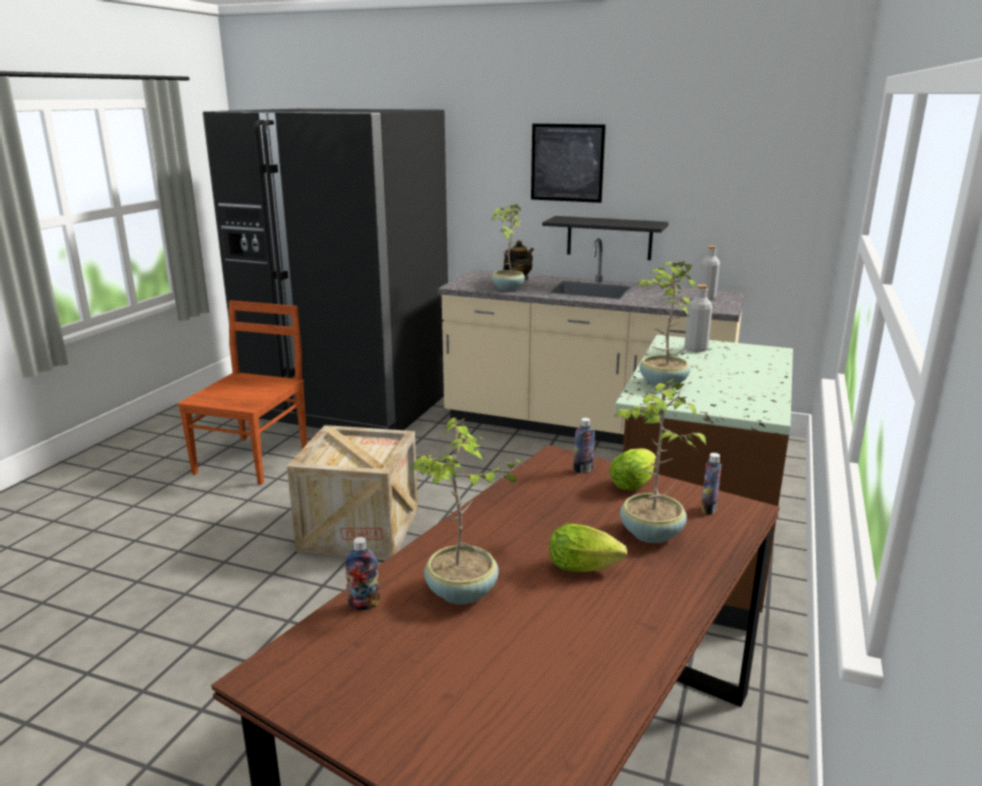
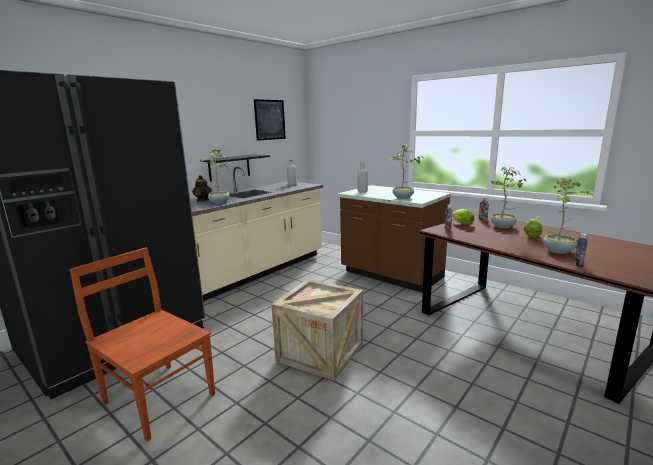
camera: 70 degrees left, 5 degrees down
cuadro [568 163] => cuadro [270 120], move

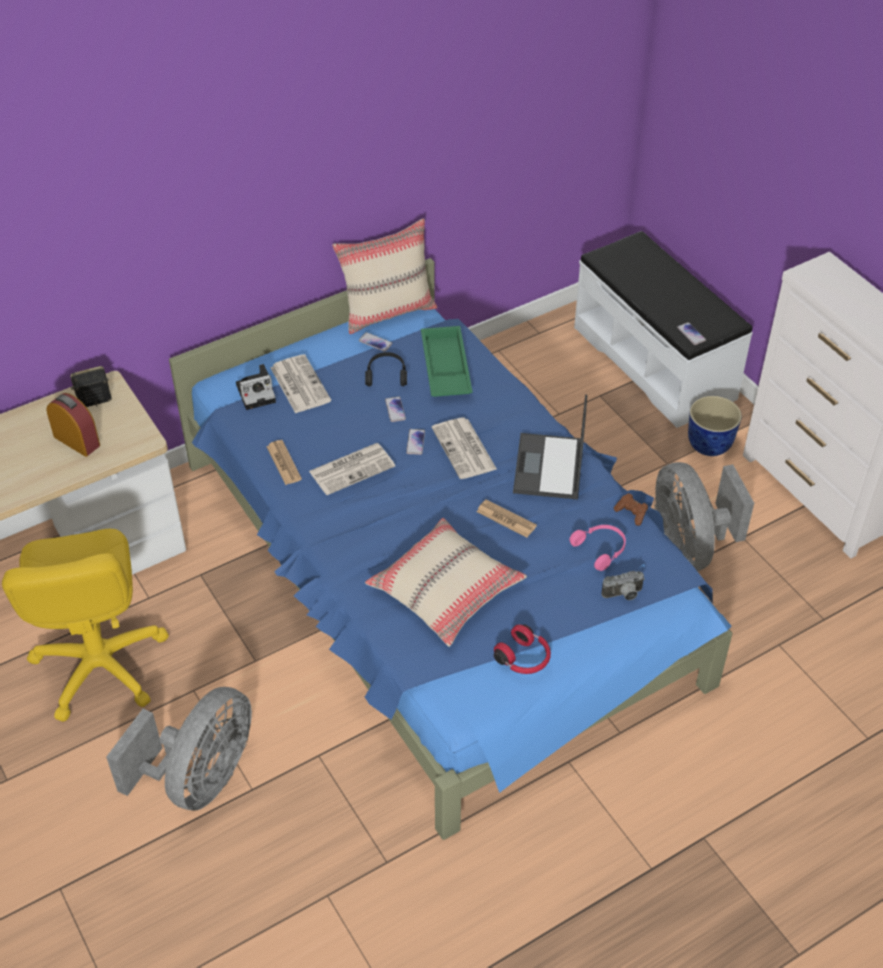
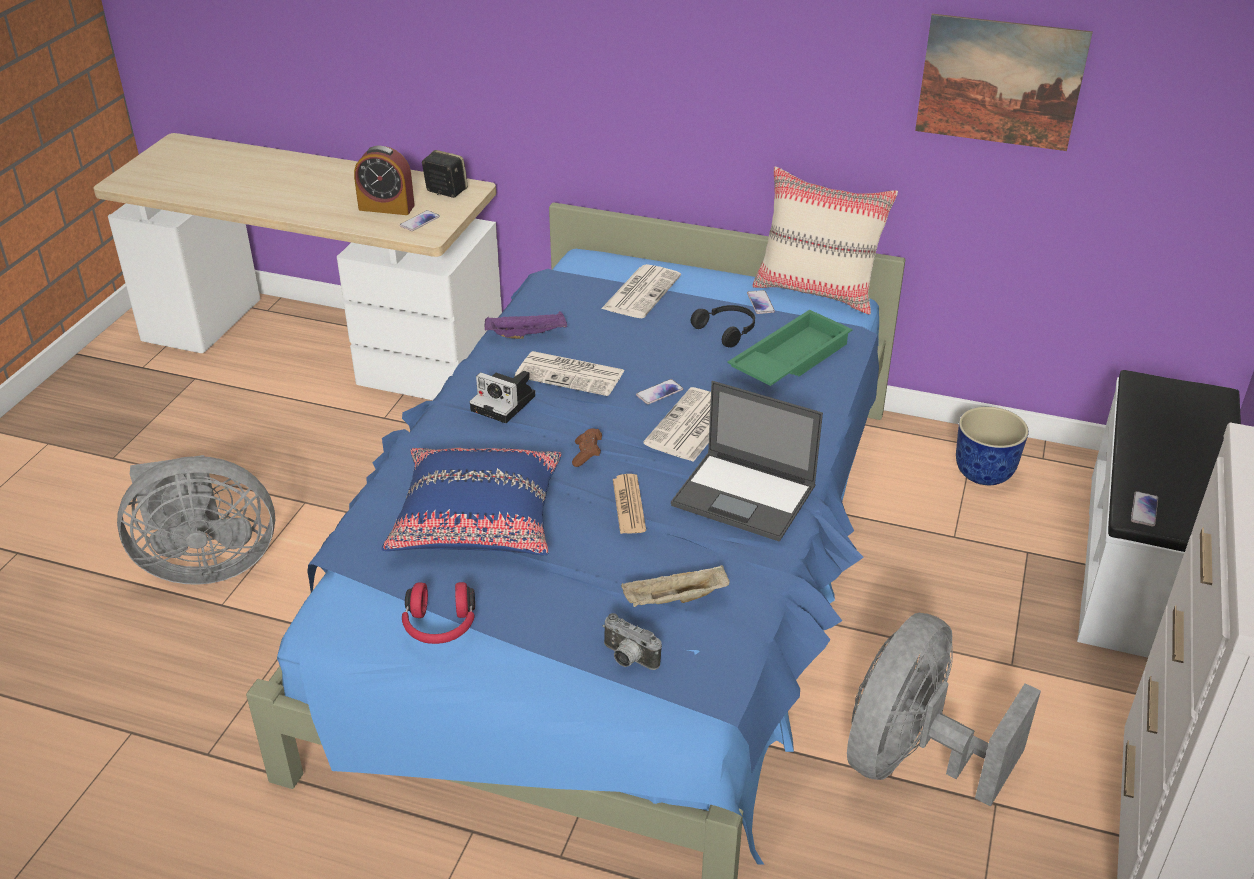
camera: 50 degrees right, 10 degrees down
silla de oficina (amarillo) [85 625] => nothing
nothing => cuadro [1004 82]
cámara [256 387] => cámara [502 397], move
móvil [395 409] => móvil [420 220], move
mando de consola (marrón) [631 509] => mando de consola (marrón) [587 447], move
maceta [715 426] => maceta [992 446], move
periódico [284 462] => bandeja (morado) [525 325]
auriculares (rosa) [597 548] => bandeja (beis) [675 586]
cojín (beis) [446 582] => cojín (azul) [471 501]
despertador [73 425] => despertador [384 180], 105 degrees clockwise
portátil [550 447] => portátil [747 461], 120 degrees counterclockwise

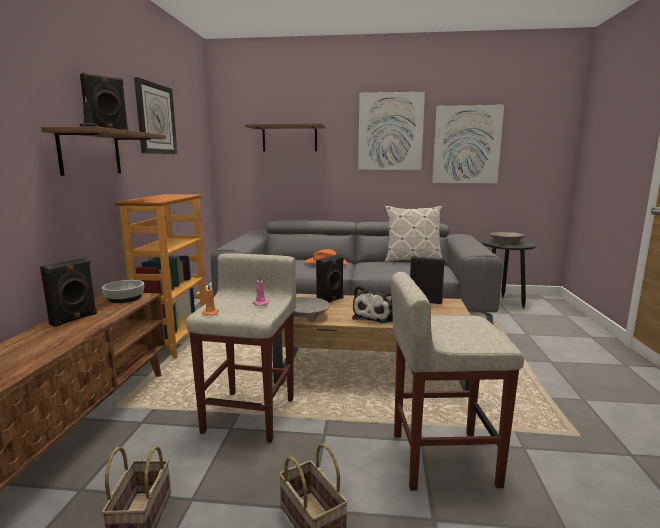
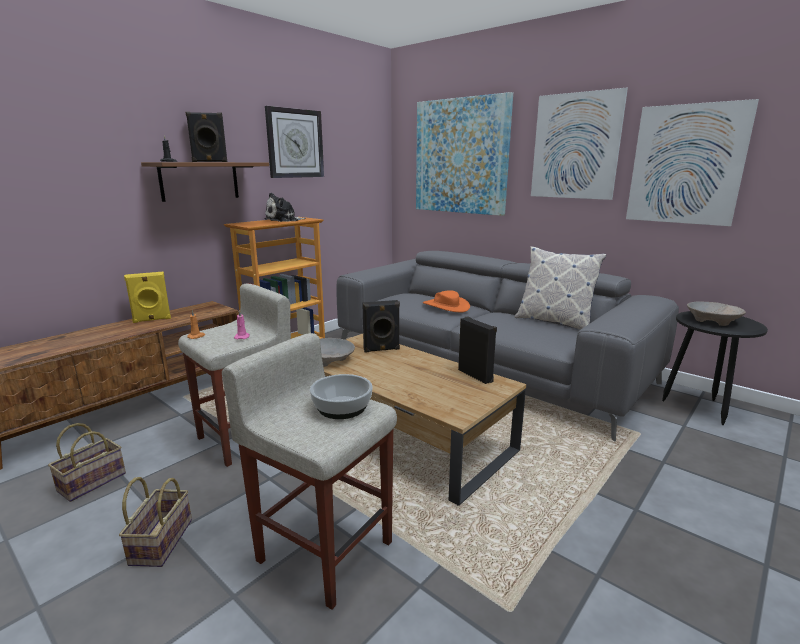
camera: 35 degrees right, 5 degrees up
cuenco [123 291] => cuenco [341 396], move
peluche [372 304] => peluche [285 207], move
estante (marrón) [285 137] => cuadro [464 154]
altavoz (negro) [68 292] => altavoz (amarillo) [147 297]

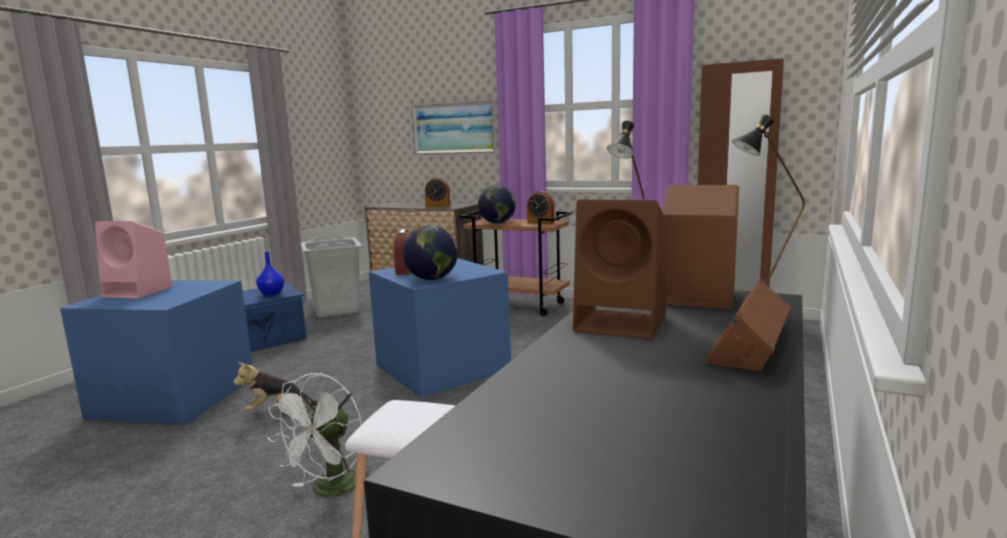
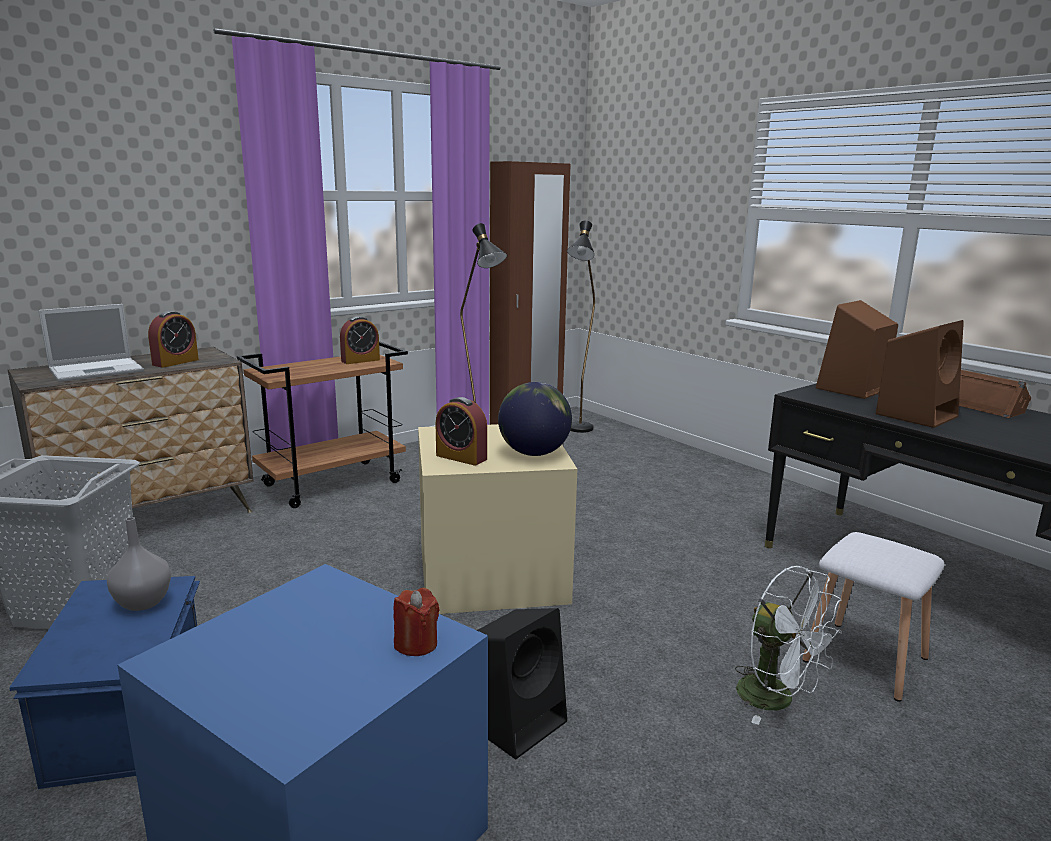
camera: 65 degrees left, 5 degrees up
altavoz (rosa) [133 260] => nothing
cuadro [454 127] => nothing
globo terráqueo [497 204] => nothing
nothing => portátil [91 343]
nothing => vela (rojo) [416 622]
peluche [275 387] => altavoz (negro) [522 683]
florero (azul) [270 274] => florero (gris) [139 564]
caja de almacenaje (azul) [440 328] => caja de almacenaje (beis) [497 519]

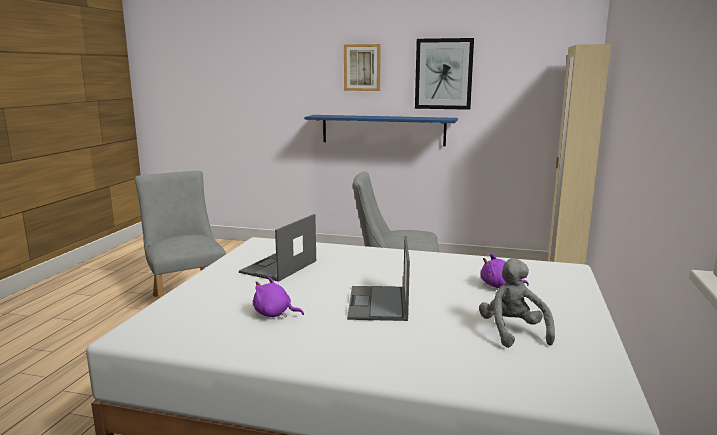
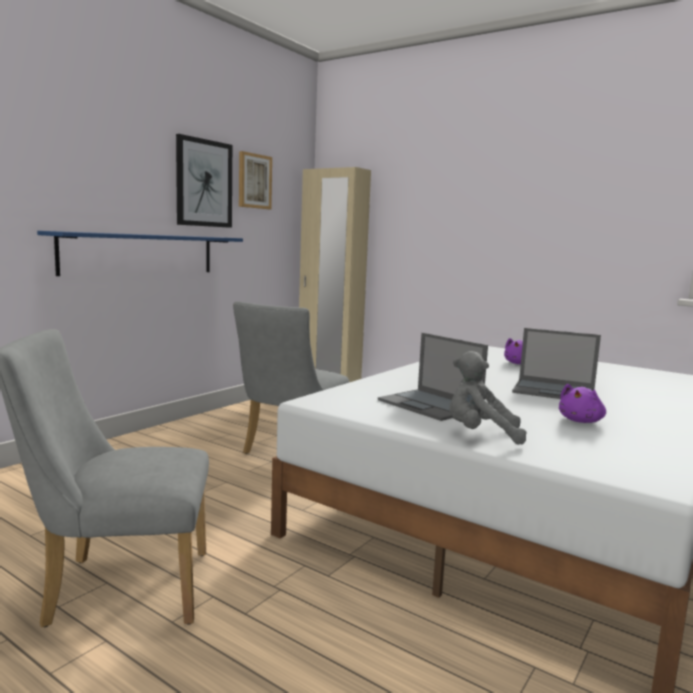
camera: 70 degrees left, 5 degrees down
cuadro [362 67] => cuadro [255 180], move
peluche (gris) [517 303] => peluche (gris) [488 397], move

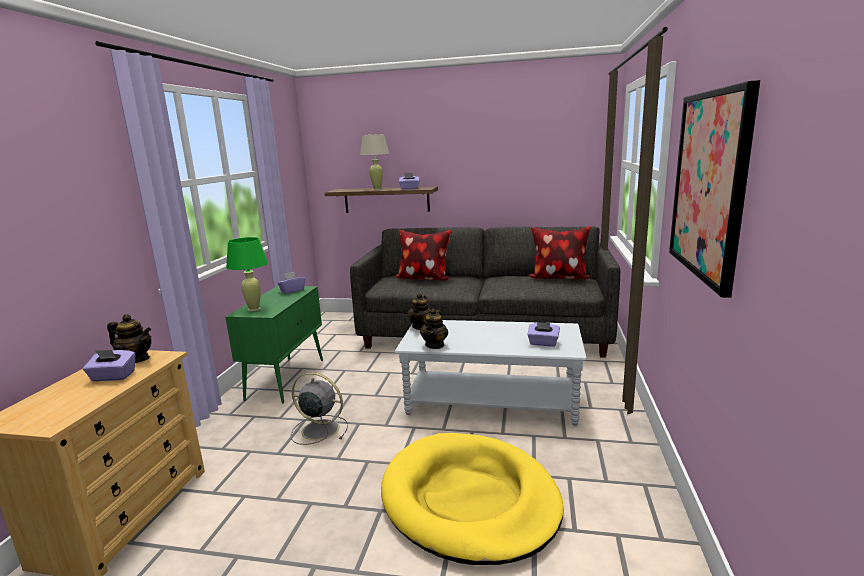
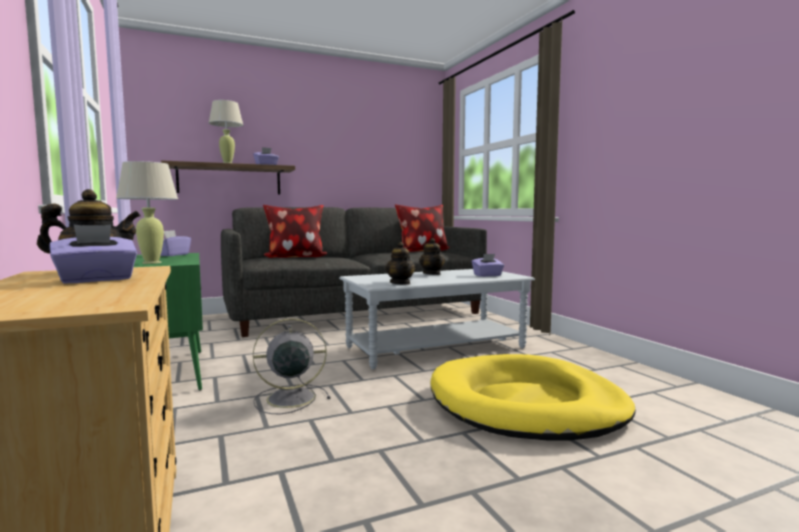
camera: 35 degrees left, 10 degrees down
cuadro [714 188] => nothing
tetera [419 311] => tetera [432 256], move
lámpara de mesa (verde) [247 274] => lámpara de mesa (beis) [147 212]

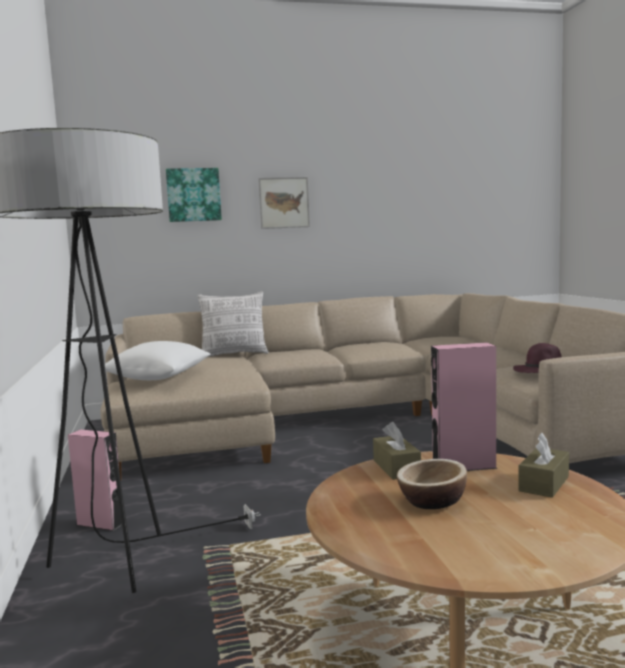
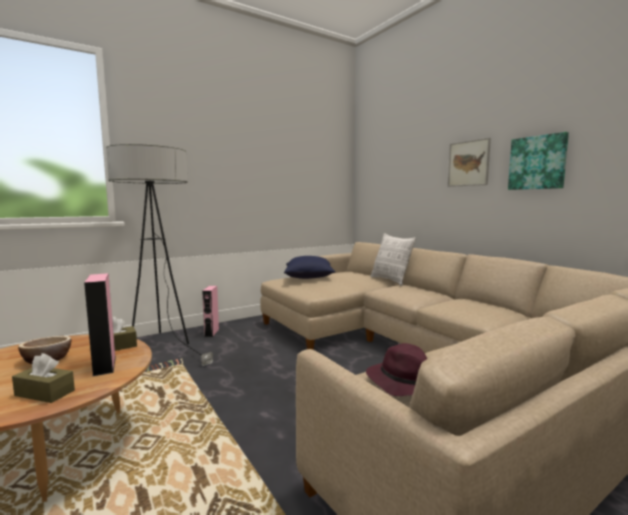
camera: 70 degrees right, 0 degrees up
cuadro [194 195] => cuadro [538 161], move
cojín (blanco) [157 360] => cojín (azul) [310 267]

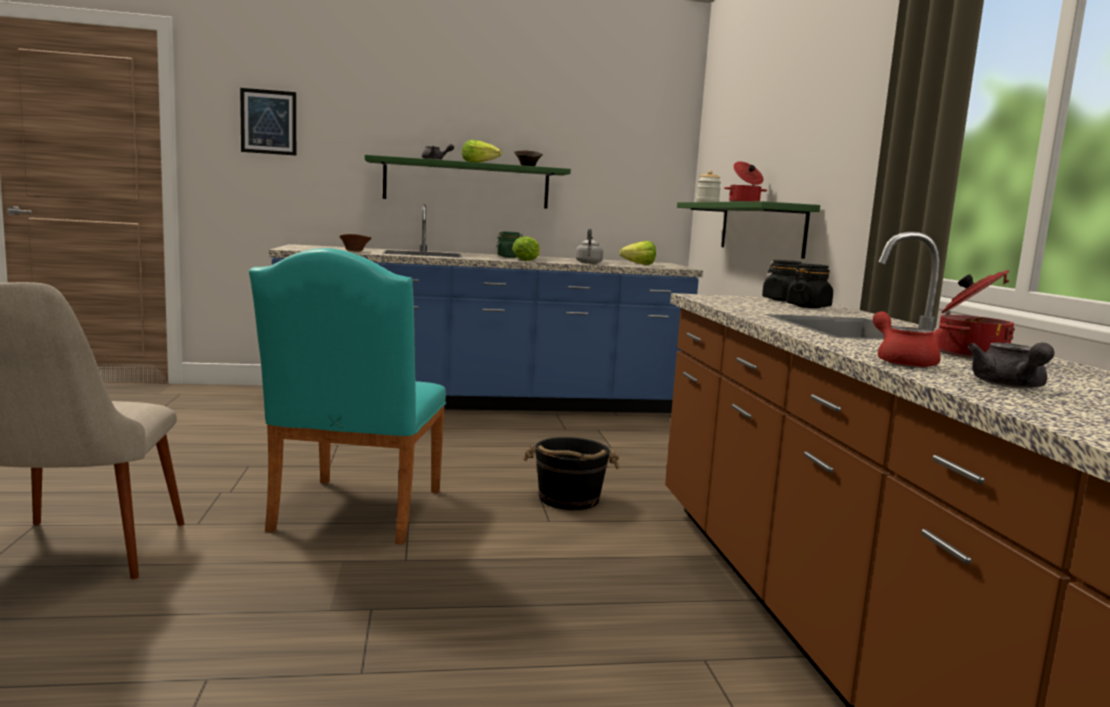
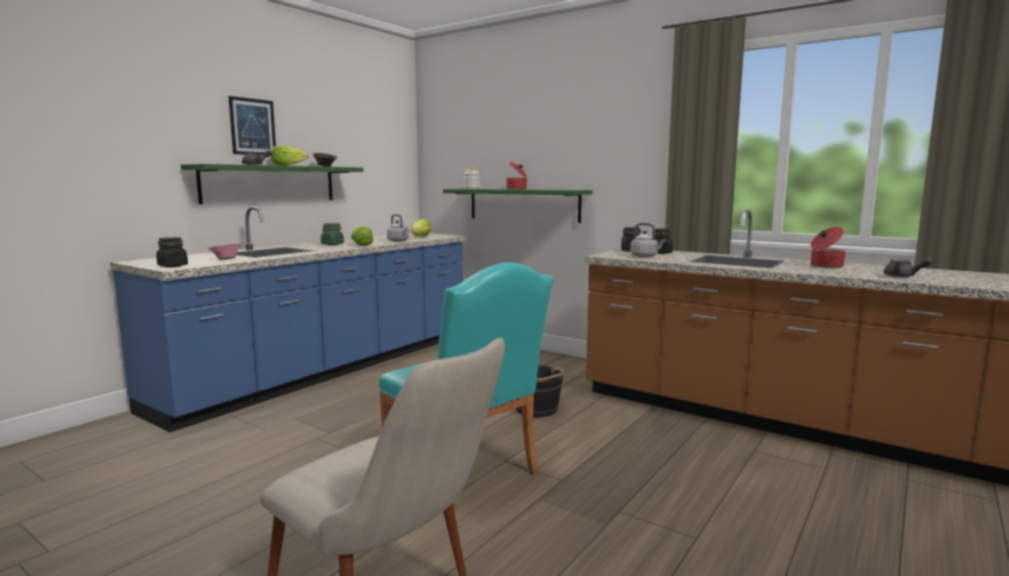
camera: 45 degrees left, 0 degrees up
tetera (rojo) [908 339] => nothing
nothing => tarro (negro) [172 252]
nothing => hervidor (gris) [647 240]
cuadro [268 122] => cuadro [252 126], move
cuenco (marrón) [355 242] => cuenco (rosa) [224 251]

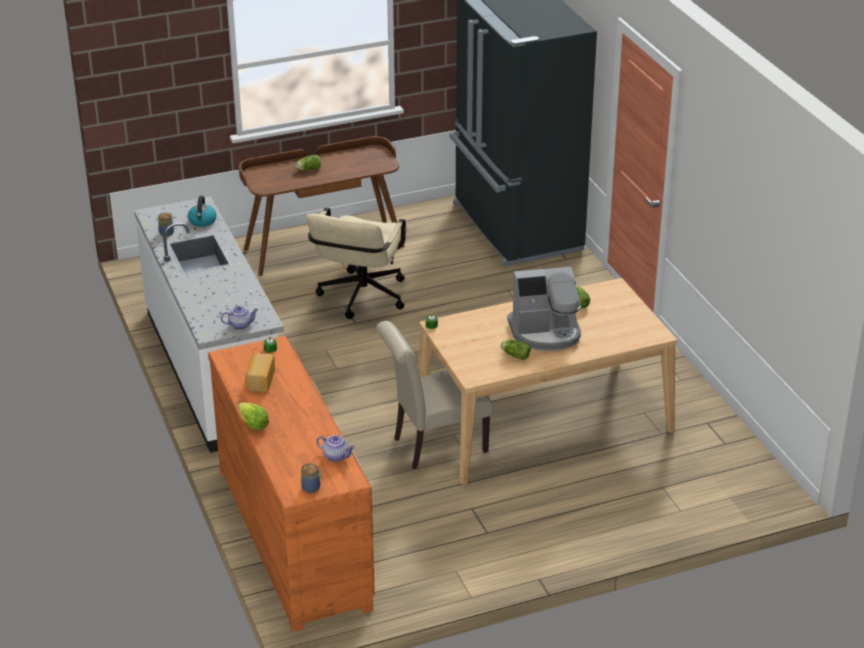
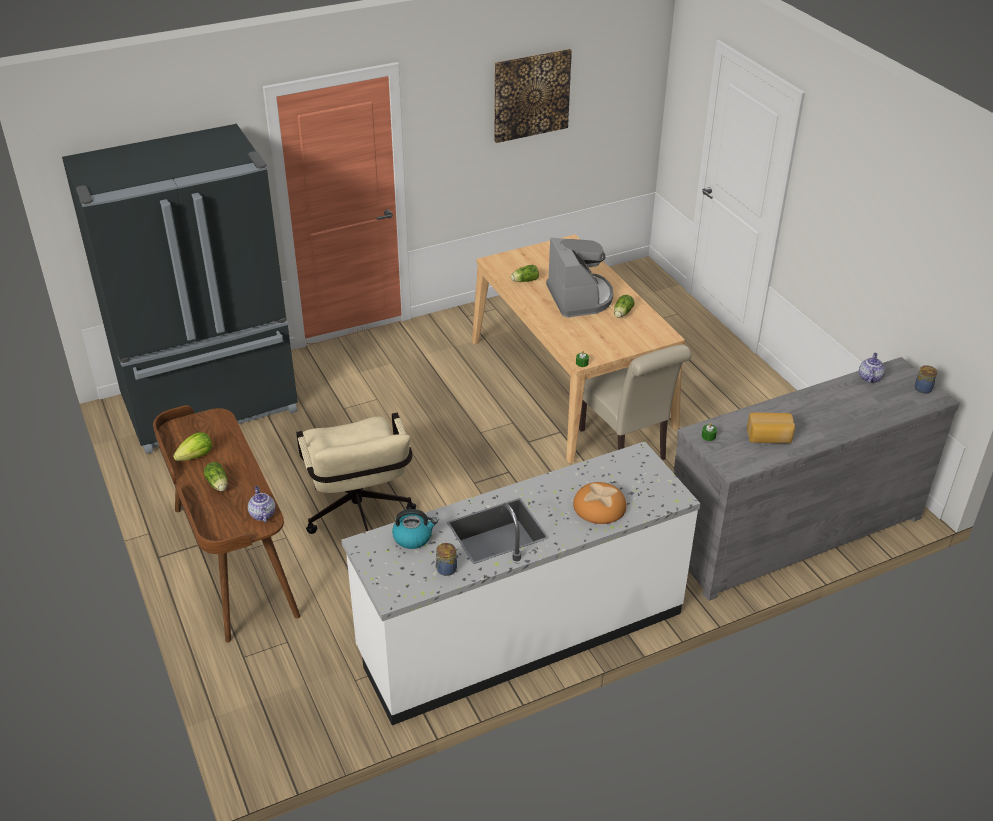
camera: 95 degrees left, 5 degrees up
nothing => cuadro [533 96]
nothing => pan [600 503]
tetera [239 318] => tetera [262 504], move
lechuga [253 416] => lechuga [192 446], move
cómoda (naranja) [291 484] => cómoda (gris) [816 479]
silla de oficina (beis) [357 263] => silla de oficina (beis) [356 473], 60 degrees clockwise

